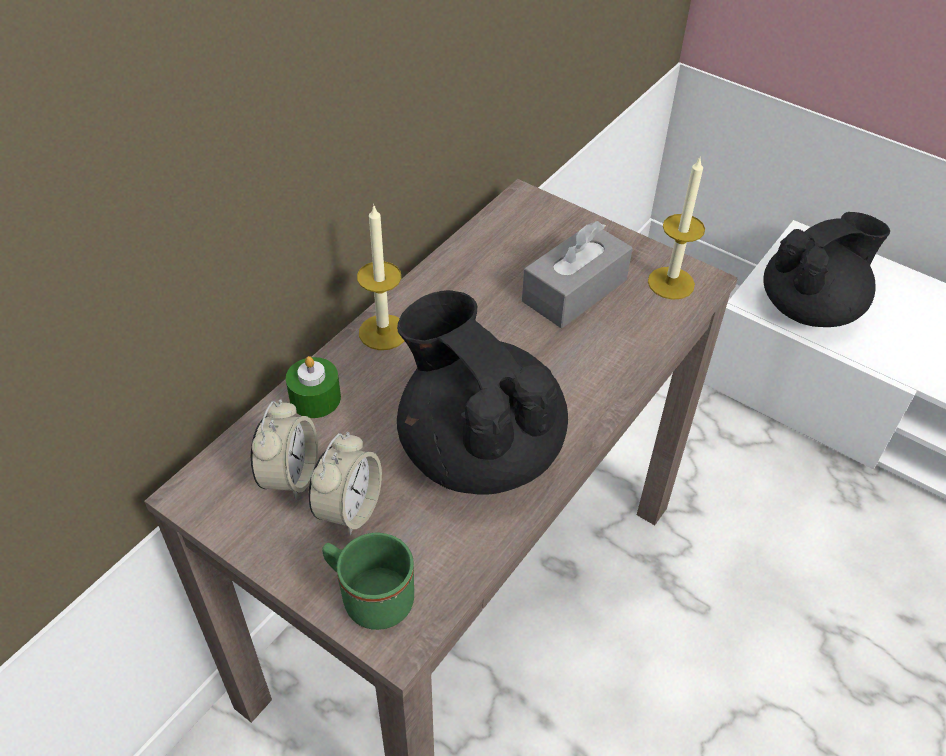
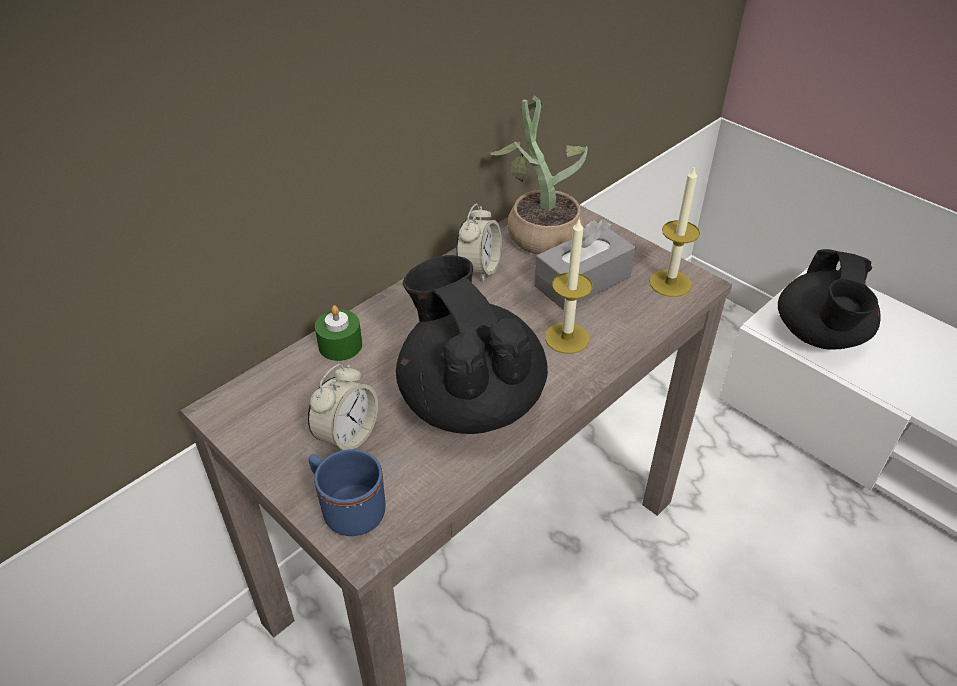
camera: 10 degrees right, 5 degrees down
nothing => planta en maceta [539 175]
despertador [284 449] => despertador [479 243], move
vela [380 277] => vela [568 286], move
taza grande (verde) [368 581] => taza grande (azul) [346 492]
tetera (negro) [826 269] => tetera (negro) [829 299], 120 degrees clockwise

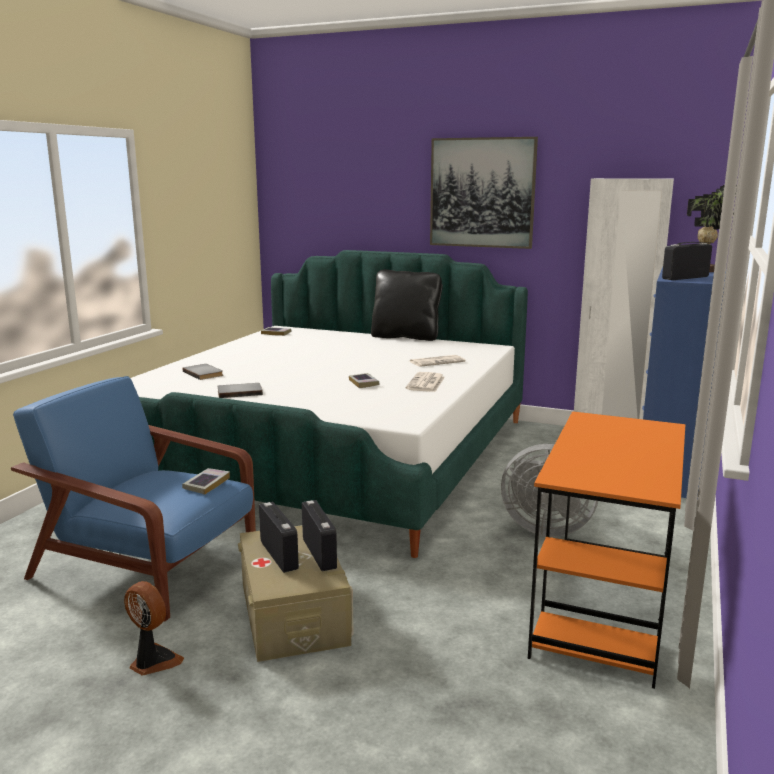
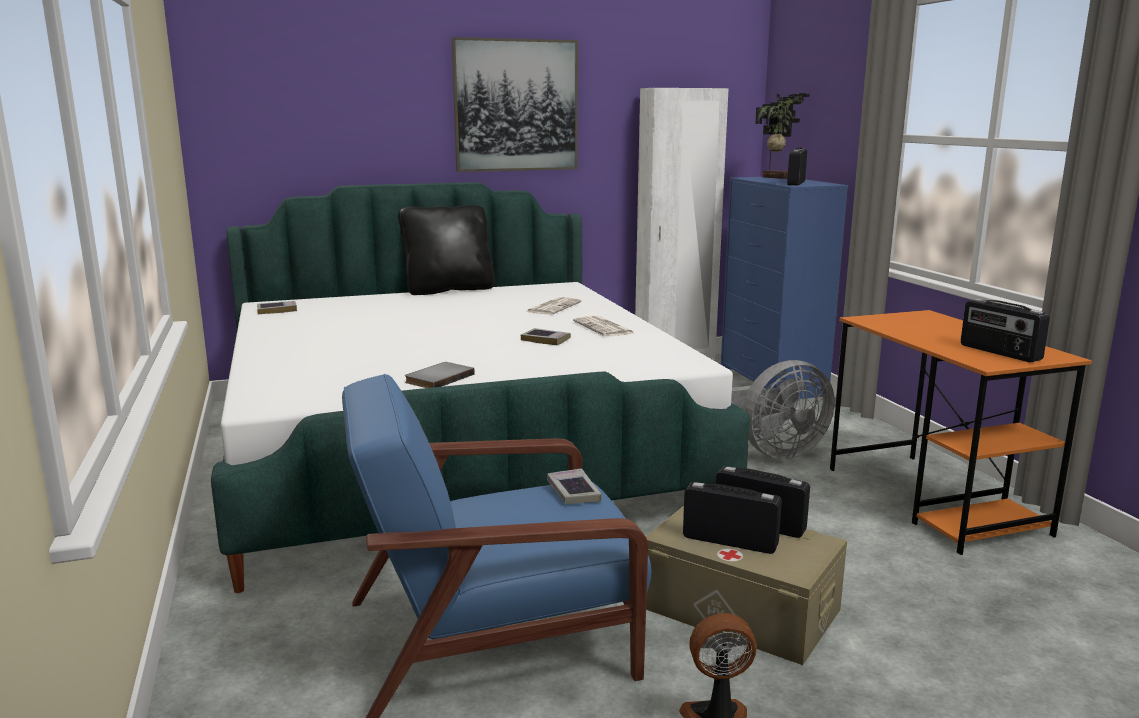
camera: 40 degrees left, 0 degrees up
libro (gris) [203 372] => nothing
nothing => radio [1005 330]

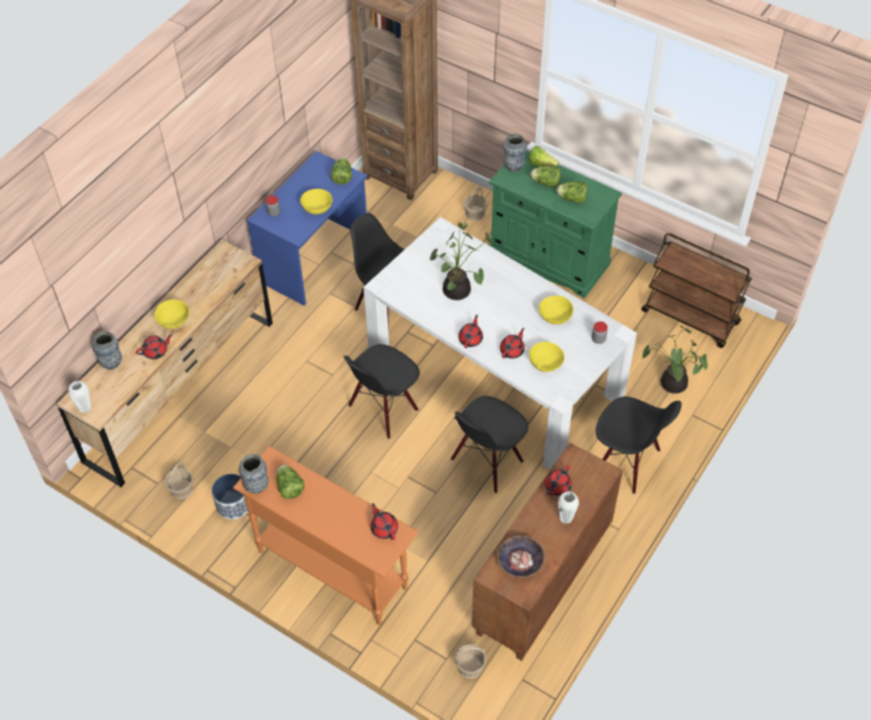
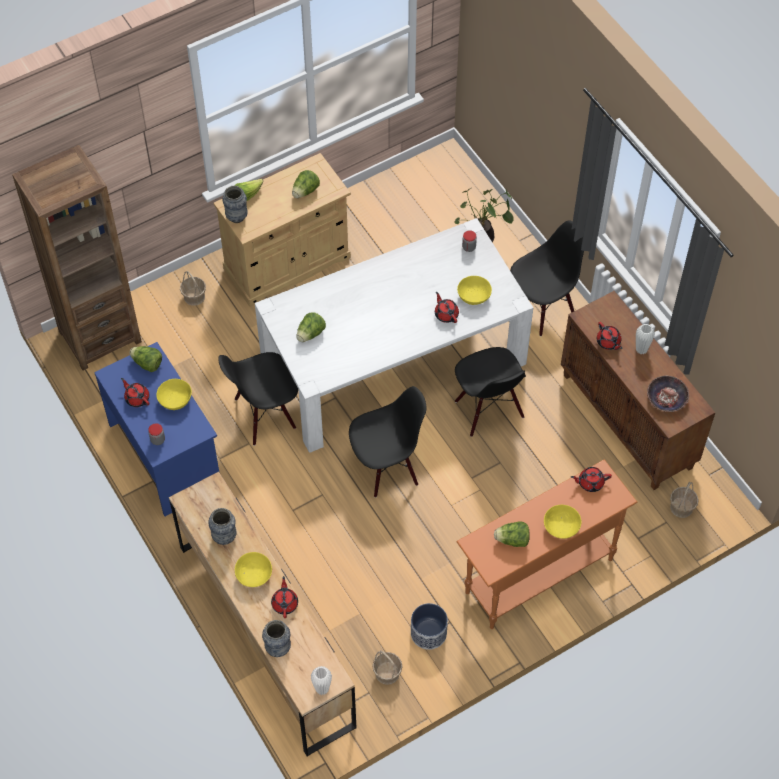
camera: 65 degrees left, 5 degrees up
planta en maceta [460 261] => nothing
carrito (marrón) [696 290] => nothing
florero [254 474] => florero [222 526], move
tetera (rojo) [470 331] => tetera (rojo) [135 392], move
lechuga [545 176] => lechuga [311 327], move
cuenco (amarillo) [556 310] => cuenco (amarillo) [562 522], move
armario (verde) [555 224] => armario (beis) [282 230]
silla (negro) [381 391] => silla (negro) [388 442], 90 degrees counterclockwise

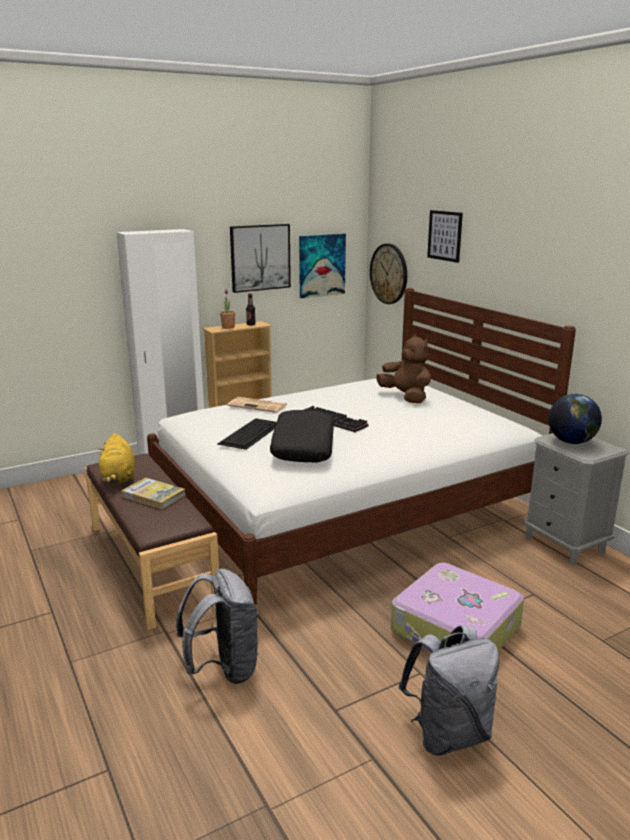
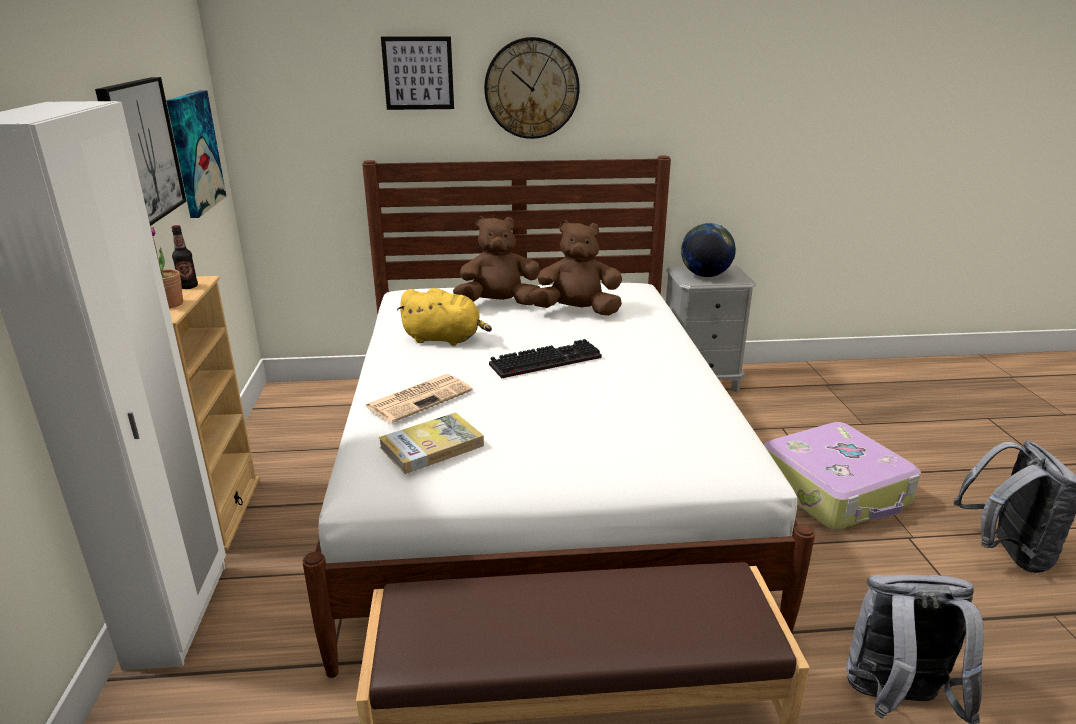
camera: 65 degrees left, 5 degrees up
teclado [246 434] => nothing
cojín (negro) [302 436] => nothing
nothing => peluche (marrón) [575 268]
peluche (amarillo) [116 458] => peluche (amarillo) [444 317], move
libro [153 493] => libro [431 443], move
reloj de pared [388 273] => reloj de pared [532 88], move

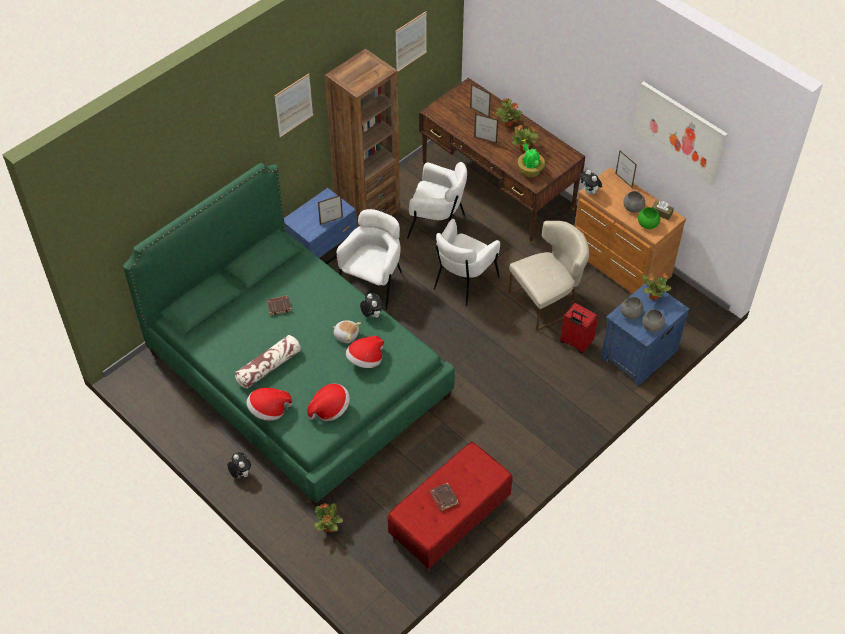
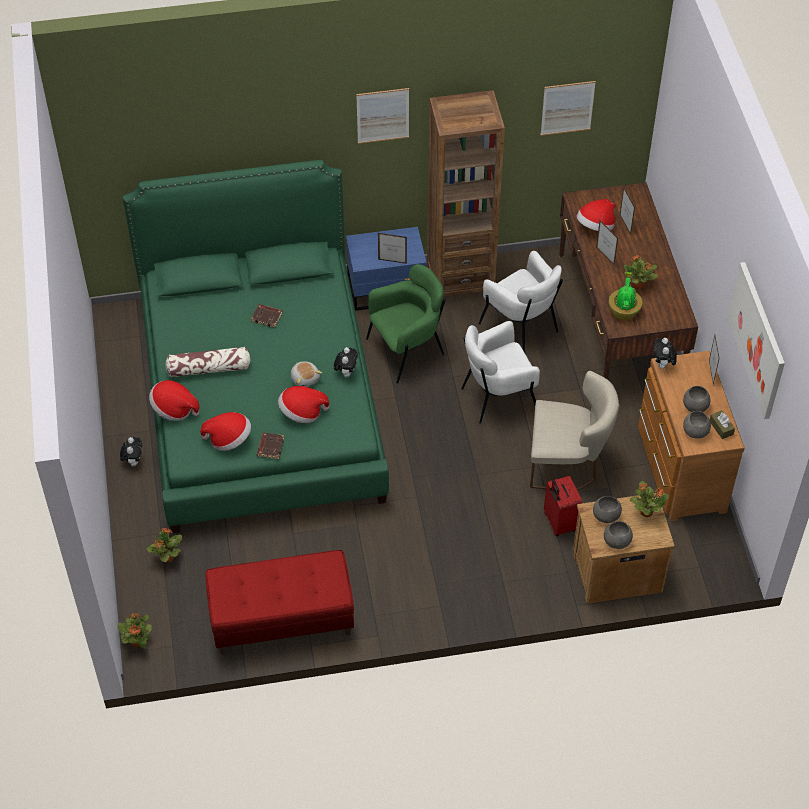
camera: 35 degrees right, 0 degrees up
nothing => sombrero [596 215]
libro (marrón) [444 497] => libro (marrón) [270 446], move
planta en maceta [509 112] => planta en maceta [135 630], move
sillón (blanco) [369 259] => sillón (verde) [406 324]
mesita de noche (azul) [645 335] => mesita de noche (marrón) [624 548]
cuenco (verde) [649 218] => cuenco (gris) [697 425]

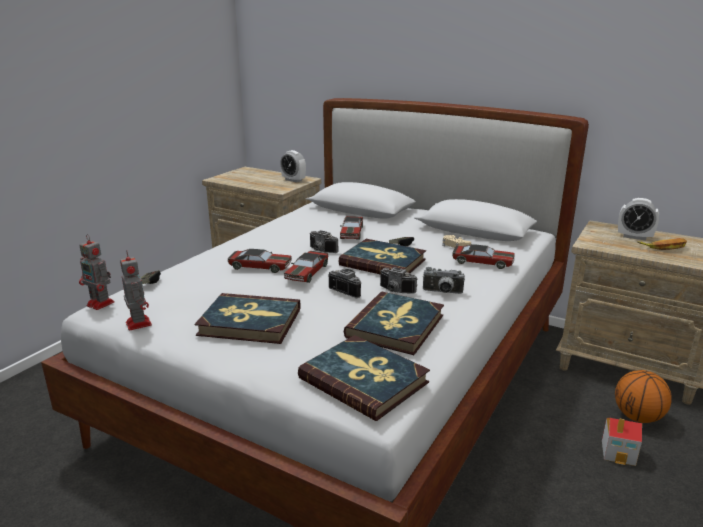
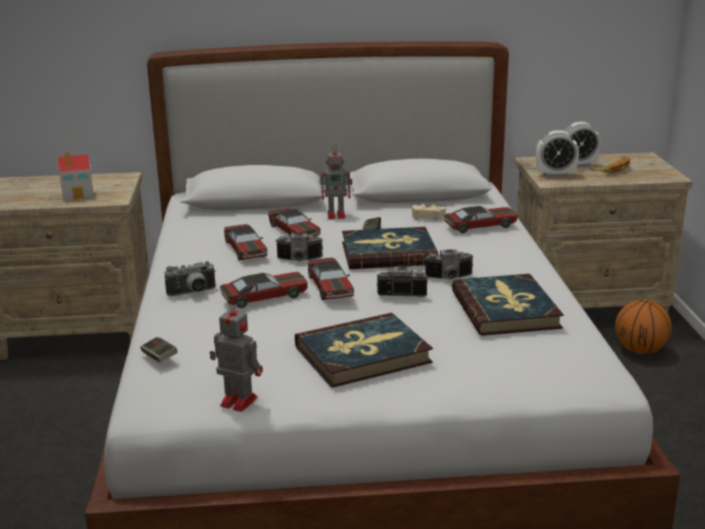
camera: 35 degrees left, 0 degrees up
libro [364 378] => nothing
nothing => coche de juguete [246 242]
robot de juguete [96 272] => robot de juguete [336 182], move
despertador [293 166] => despertador [557 153], move
cámara [444 280] => cámara [190 278], move
casita [622 442] => casita [75 176], move

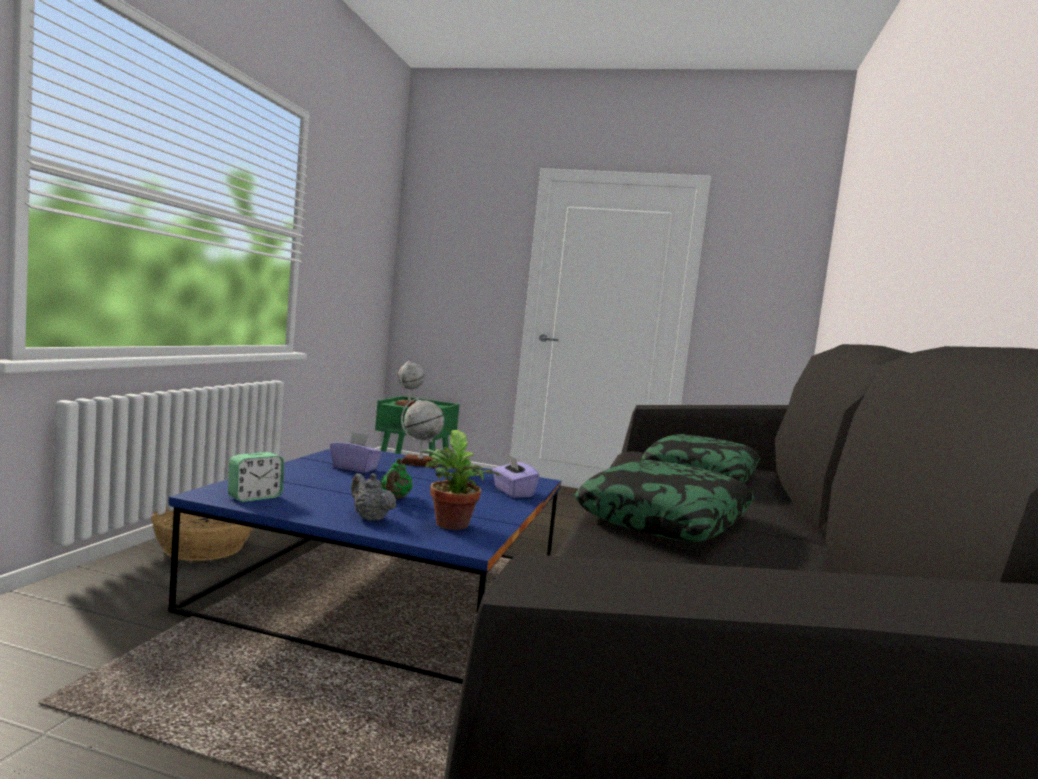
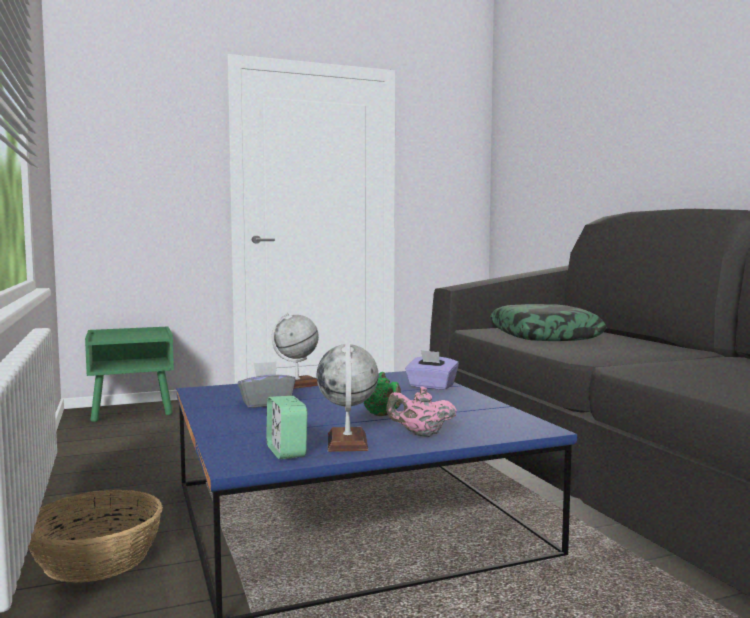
camera: 35 degrees left, 0 degrees up
planta en maceta [461 480] => nothing
cojín [664 501] => nothing
globo terráqueo [409 384] => globo terráqueo [347 397], move
caja de pañuelos (morado) [356 452] => caja de pañuelos (gris) [266 385]
tetera (gris) [373 497] => tetera (rosa) [421 411]
despertador [256 477] => despertador [286 427], 150 degrees clockwise

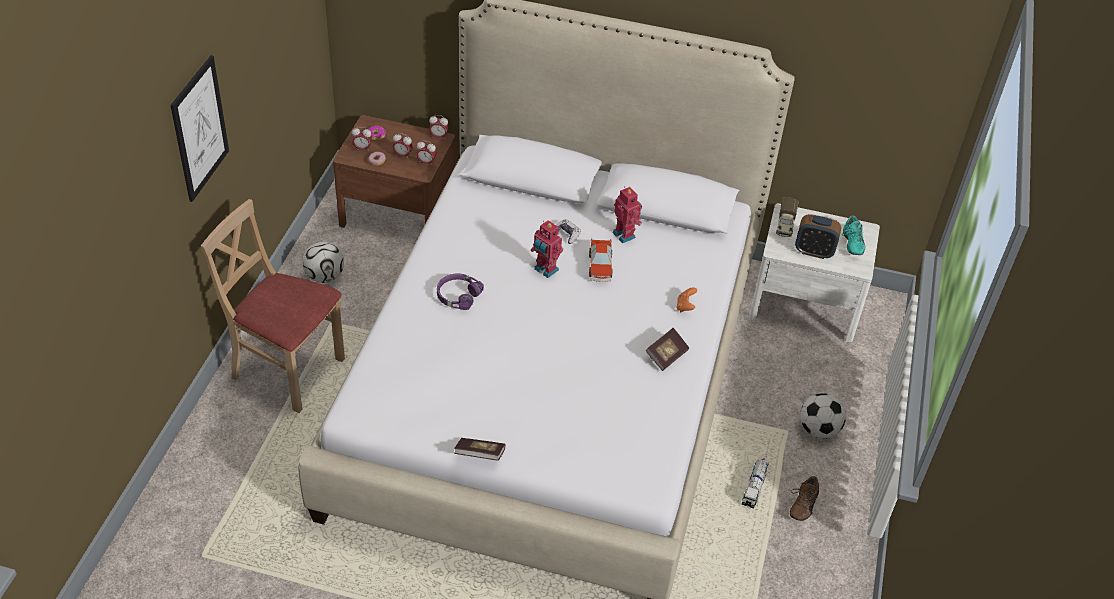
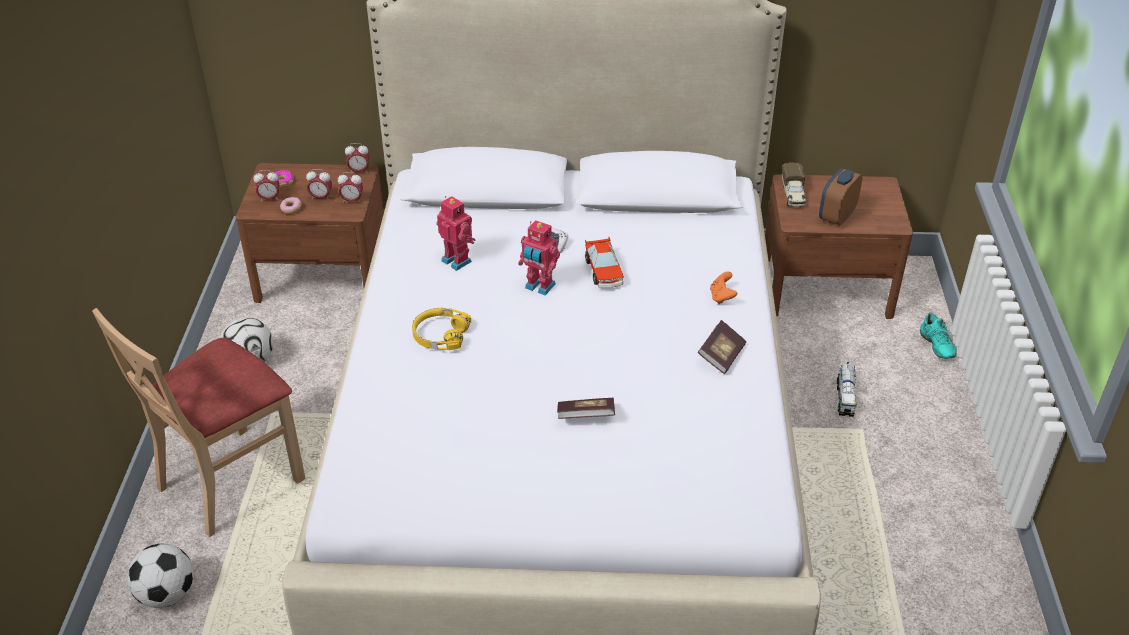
camera: 10 degrees left, 5 degrees down
cuadro [199 128] => nothing
zapato (marrón) [804 498] => nothing
libro [479 449] => libro [586 408], move
robot de juguete [627 214] => robot de juguete [456 233], move
camión de juguete [755 483] => camión de juguete [847 389], move
balón de fútbol [823 415] => balón de fútbol [160 576], move
zapato (turquesa) [853 235] => zapato (turquesa) [938 336], move
auriculares (morado) [460 292] => auriculares (amarillo) [441 329]
mesita de noche (blanco) [814 273] => mesita de noche (marrón) [839 246]
silla (beis) [273 306] => silla (beis) [199 422], 60 degrees counterclockwise
despertador [818 236] => despertador [841 197], 120 degrees clockwise

